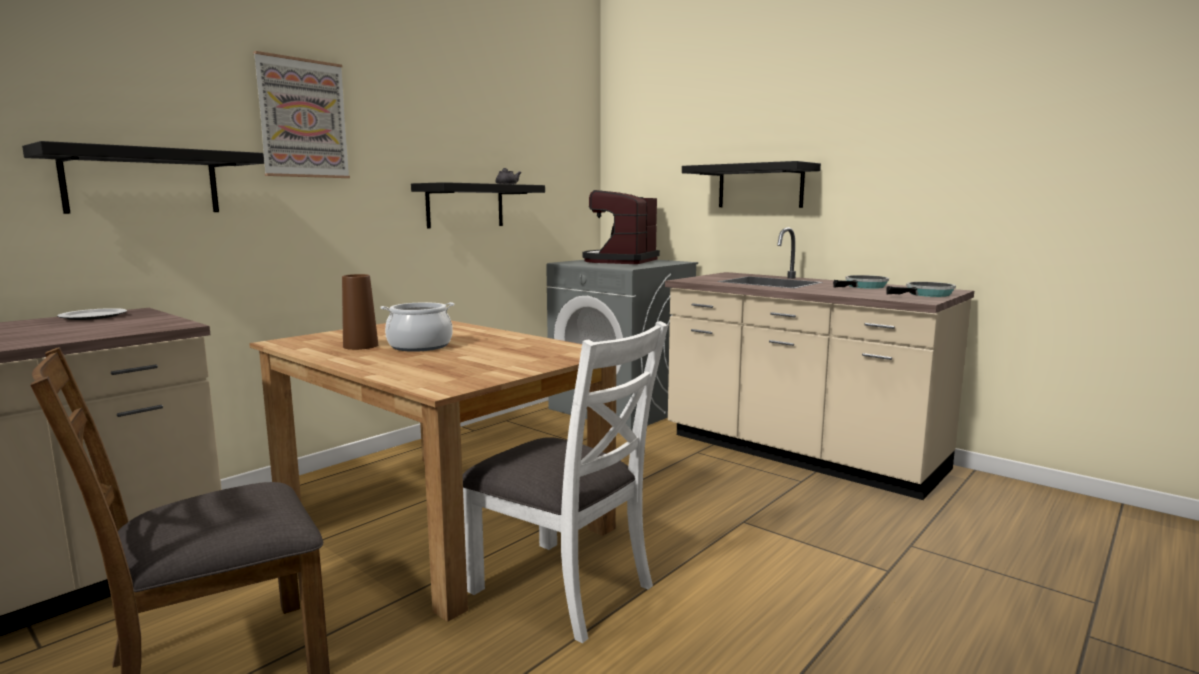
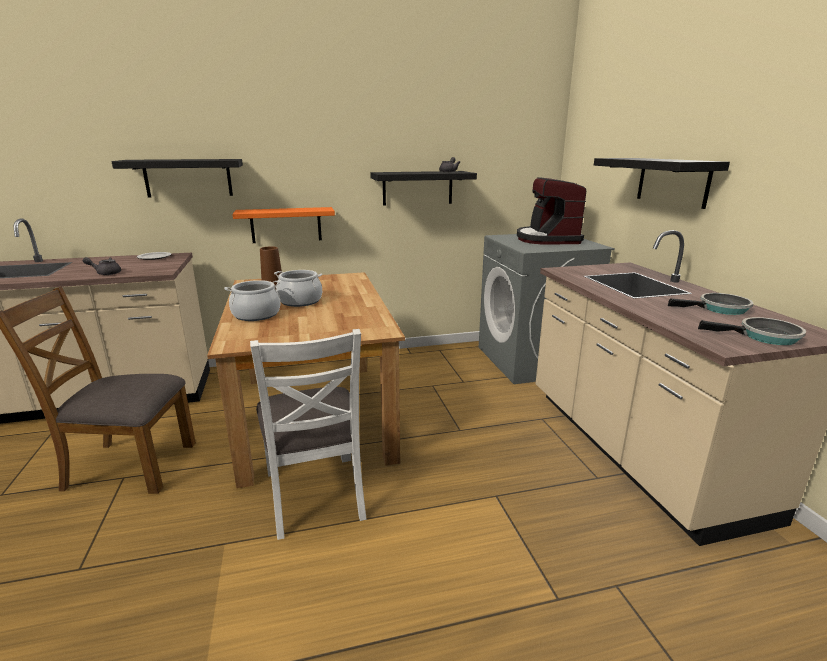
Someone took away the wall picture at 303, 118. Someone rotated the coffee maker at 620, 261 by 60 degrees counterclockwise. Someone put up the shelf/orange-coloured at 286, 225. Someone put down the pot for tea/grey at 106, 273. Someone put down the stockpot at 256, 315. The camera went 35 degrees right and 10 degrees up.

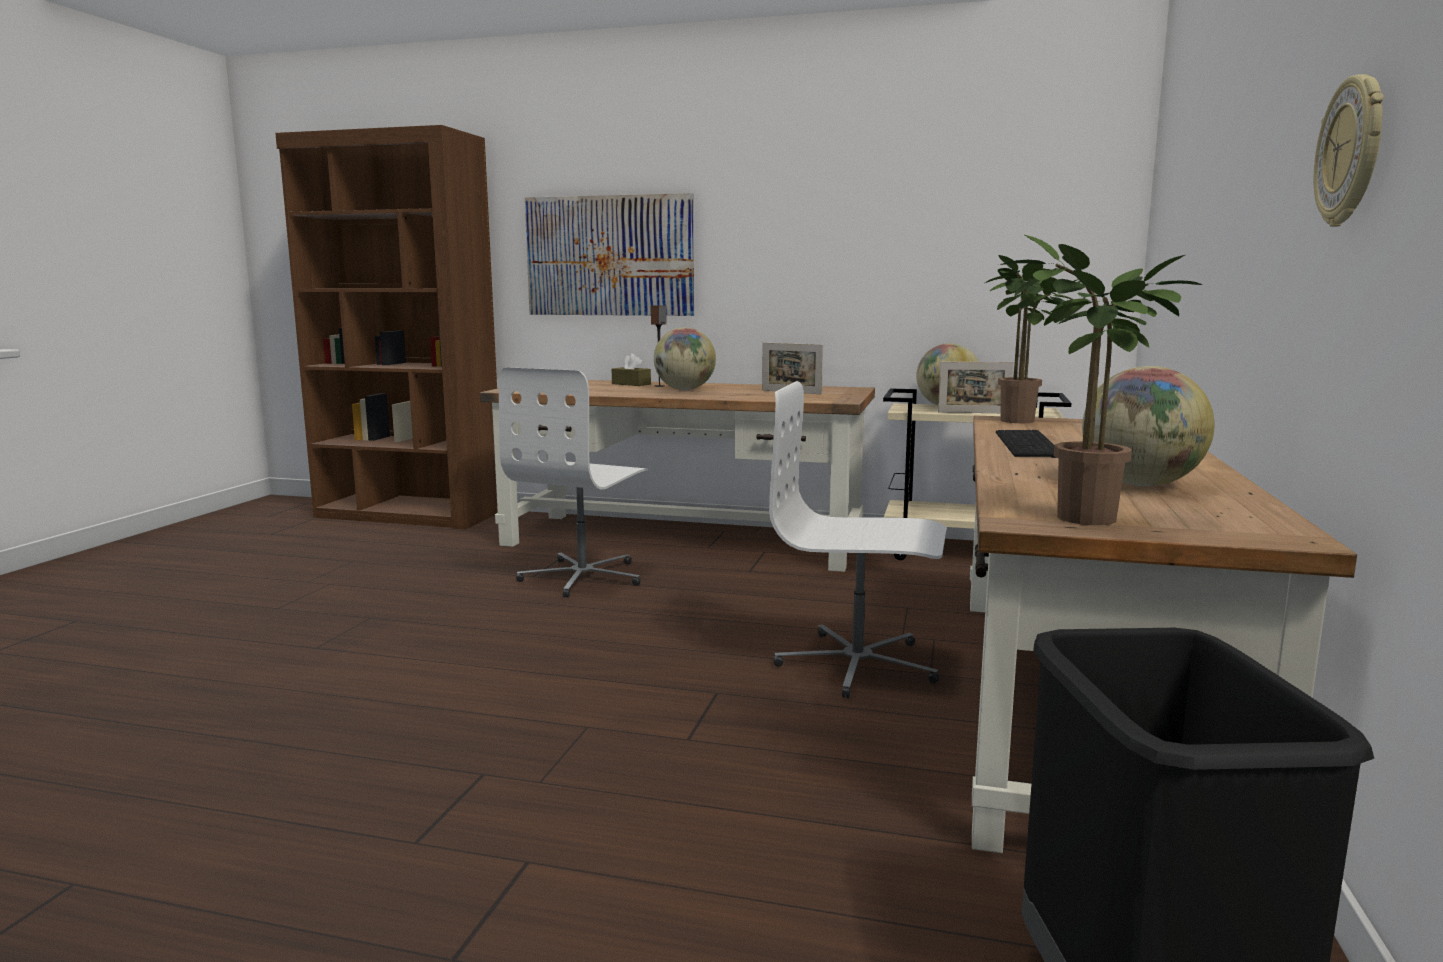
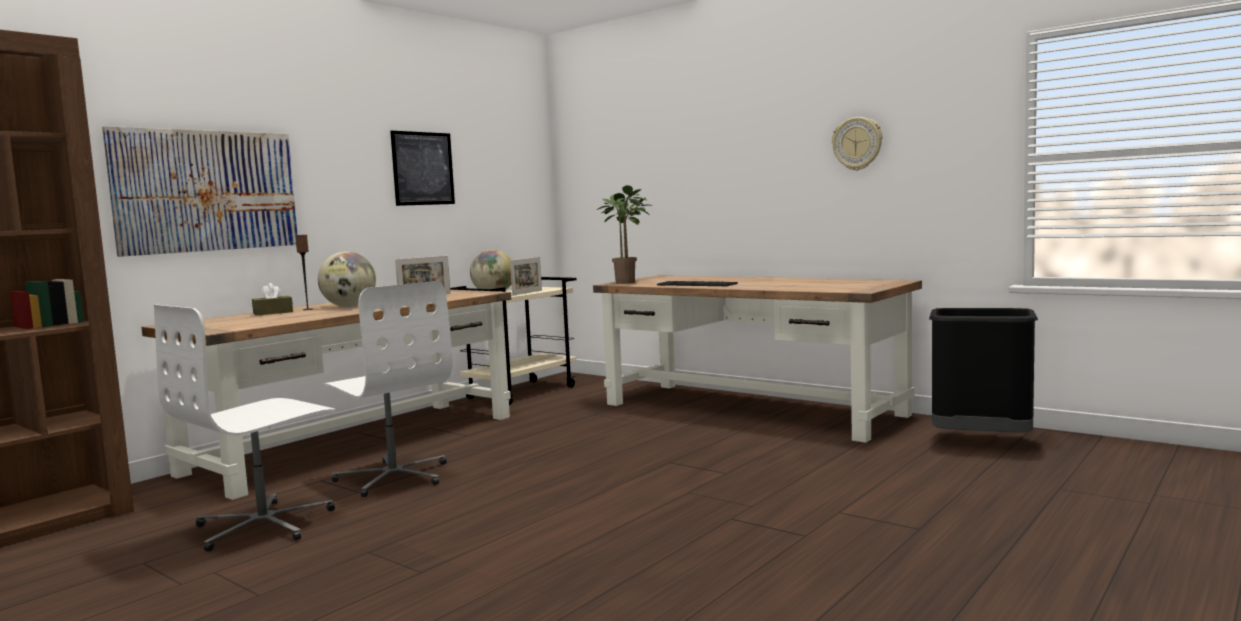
Someone took away the plant in a pot at 1080, 520. Someone took away the globe at 1140, 485. Someone carried the computer chair/whitish from 857, 665 to 264, 525. Someone put up the wall picture at 423, 168. The camera went 65 degrees left and 5 degrees down.

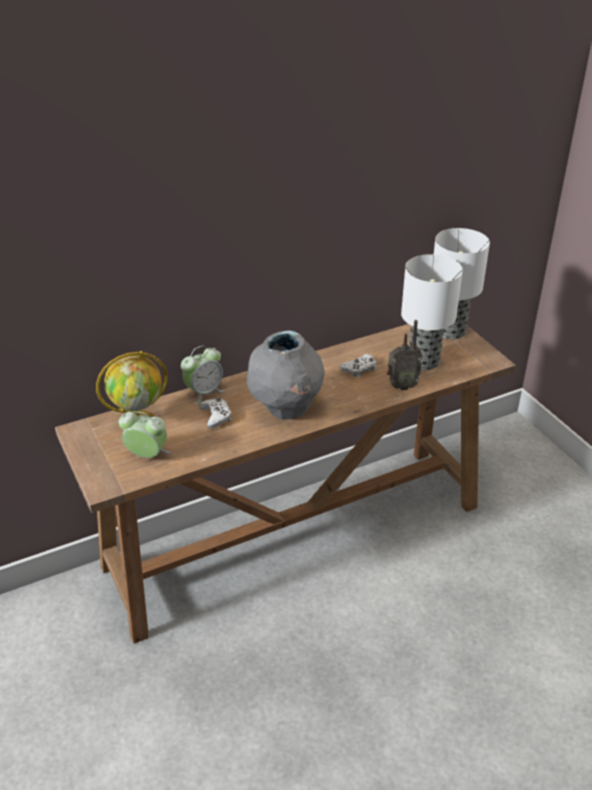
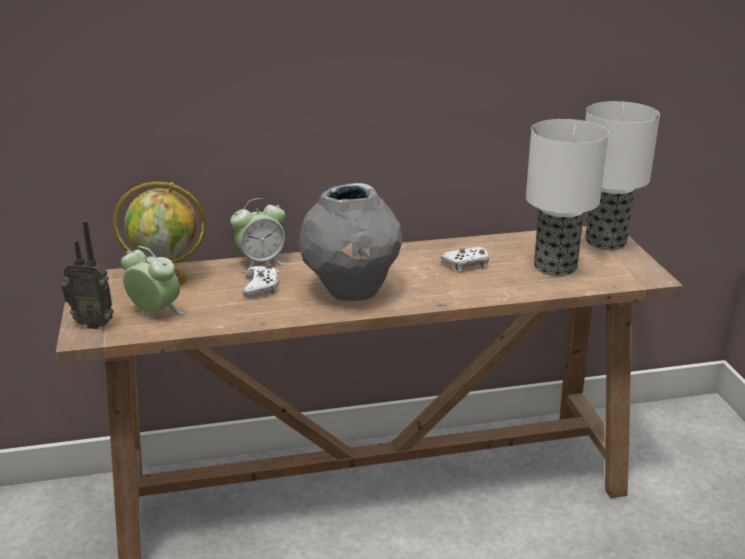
Someone carried the radio receiver from 401, 386 to 94, 323. The camera went 15 degrees right and 10 degrees down.

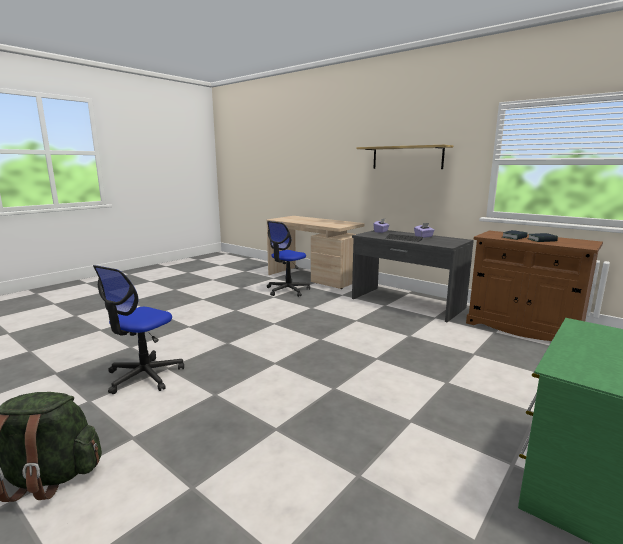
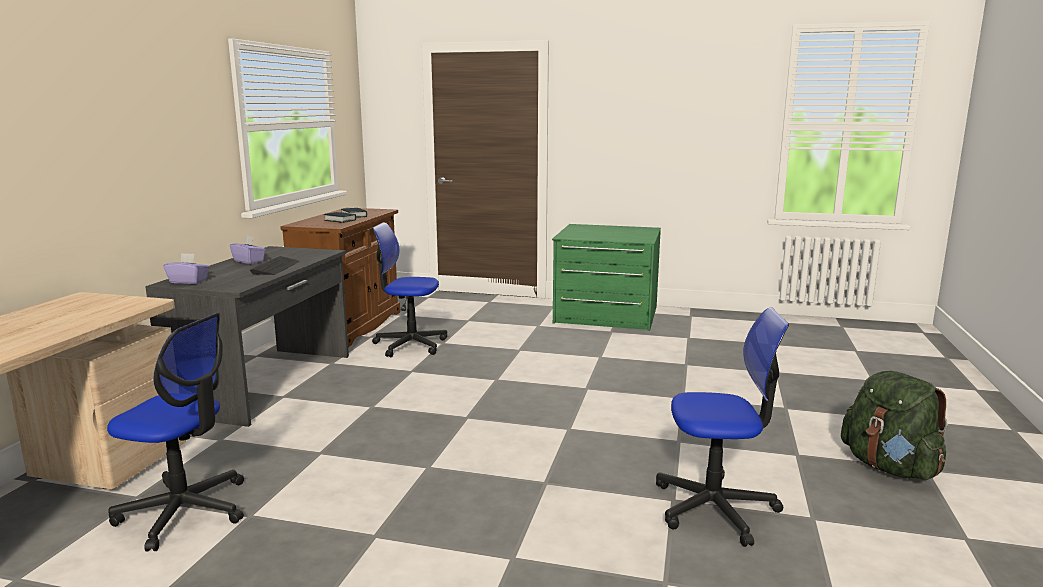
Someone took away the shelf at 407, 157. Someone put down the computer chair at 410, 345. The camera went 115 degrees left and 0 degrees up.

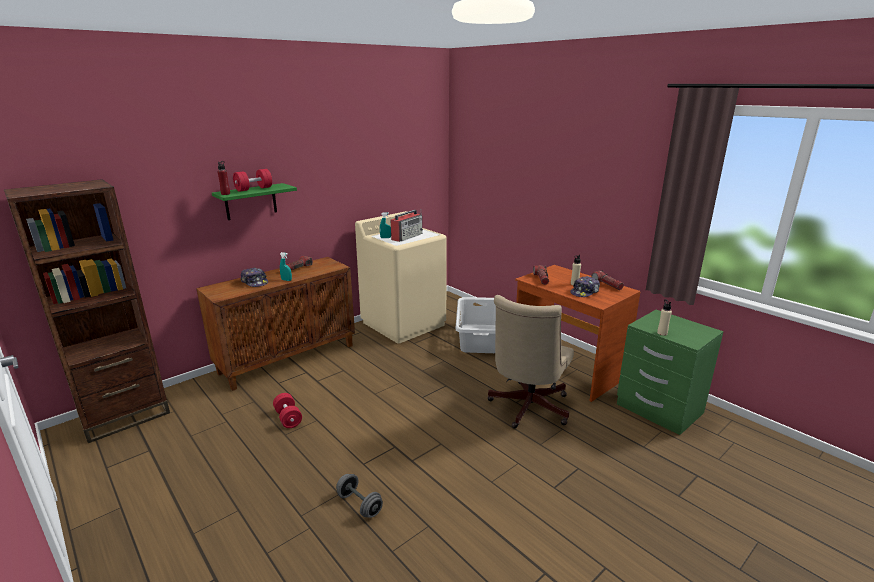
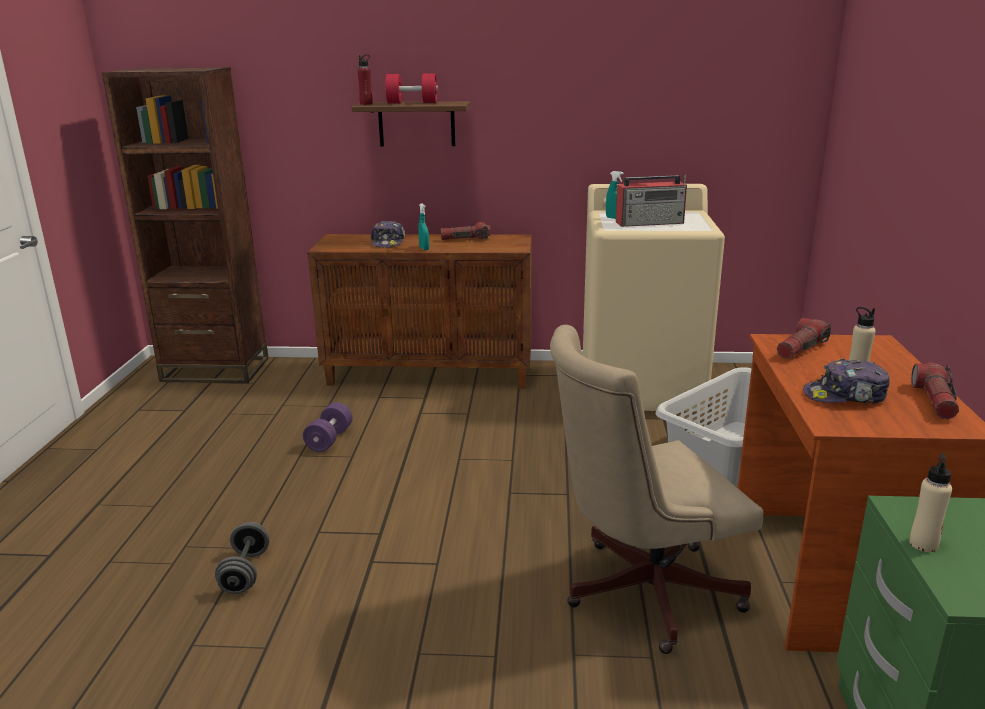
Someone repainted the shelf/greenish at 250, 201, which became the shelf/brown-coloured at 416, 124. Someone repainted the dumbbell/red-coloured at 288, 418, which became the dumbbell/purple-coloured at 329, 439. The camera went 45 degrees right and 0 degrees up.

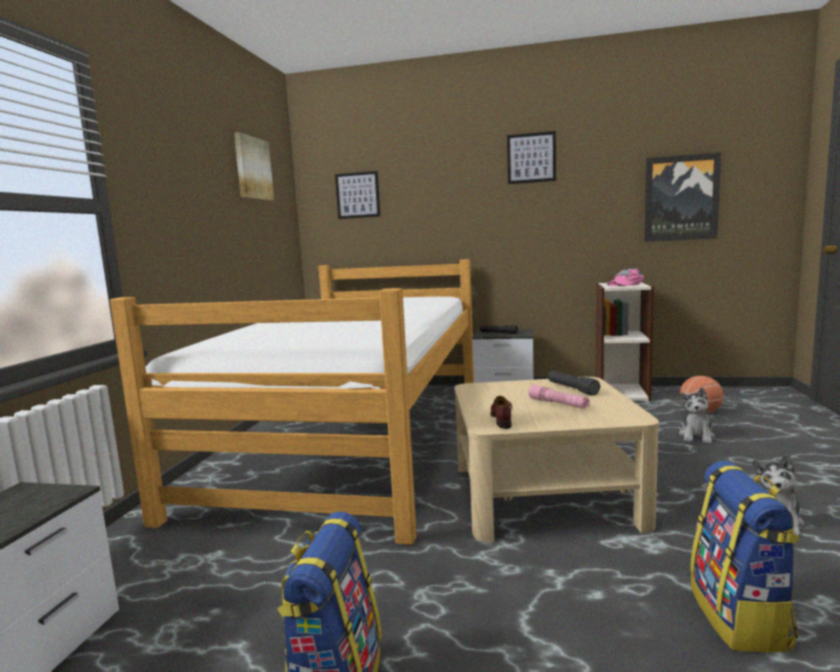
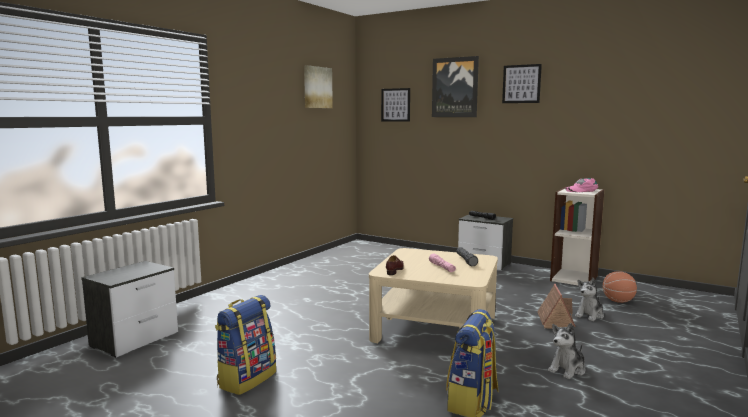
Someone carried the wall picture from 681, 198 to 455, 87. Someone took away the bedroom bed at 358, 436. Someone put down the model house at 555, 321. The camera went 20 degrees right and 0 degrees up.

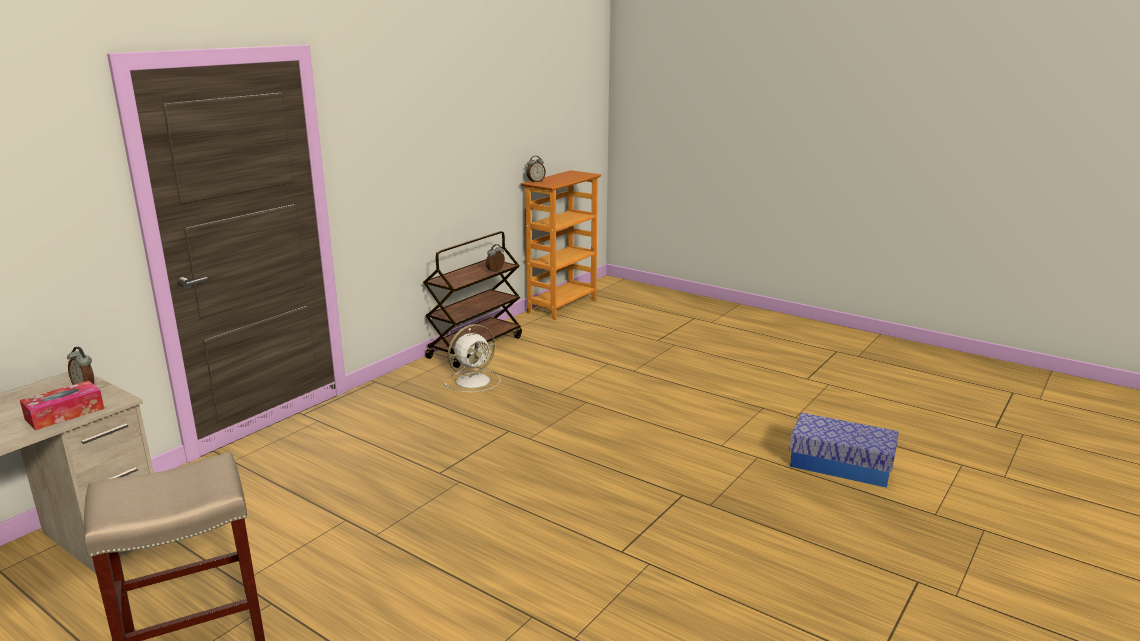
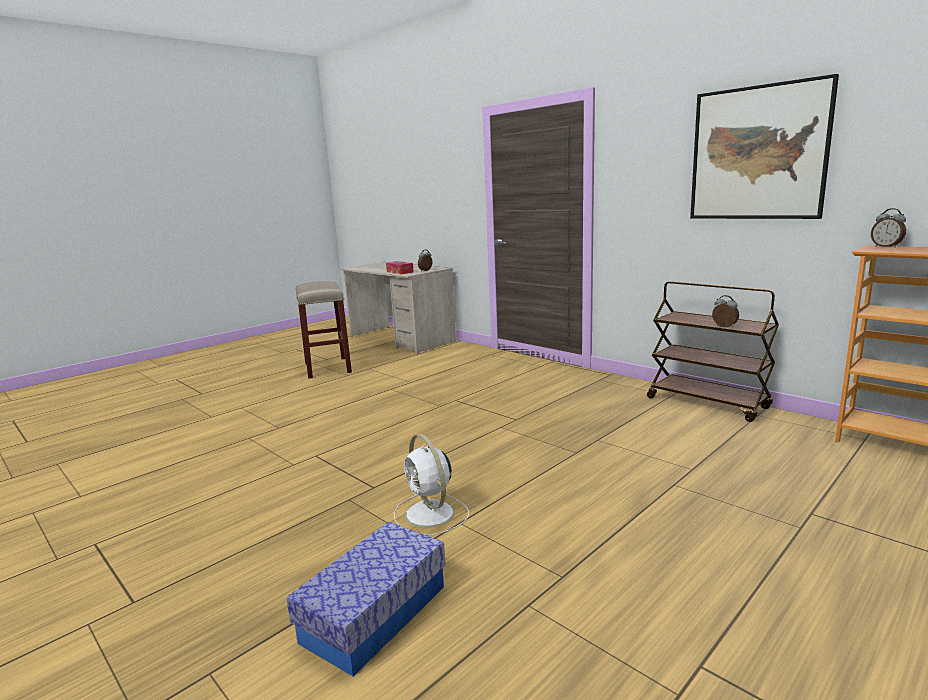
Someone carried the fan/whitish from 474, 381 to 430, 515. Someone put up the wall picture at 758, 153. The camera went 100 degrees right and 5 degrees down.

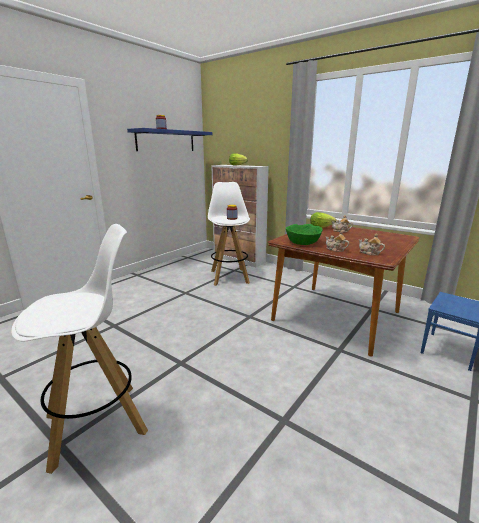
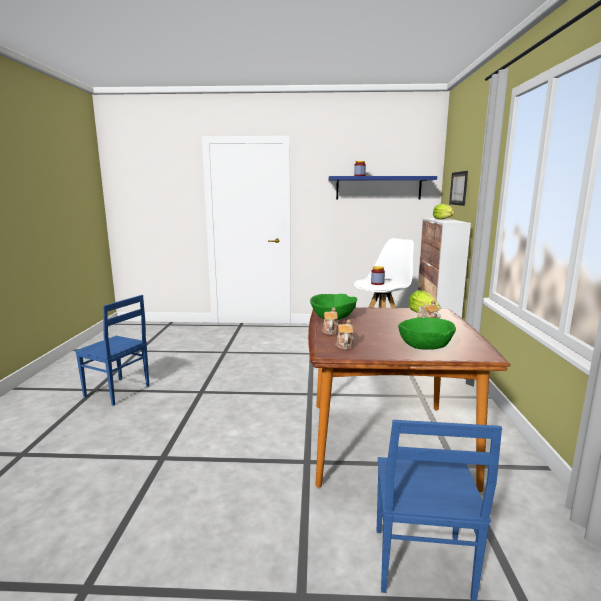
Someone swapped the stool/whitish at 98, 423 for the upright chair/bluish at 117, 392. Someone put up the wall picture at 459, 188. Someone put down the serving bowl/greenish at 424, 346. The camera went 55 degrees right and 5 degrees down.

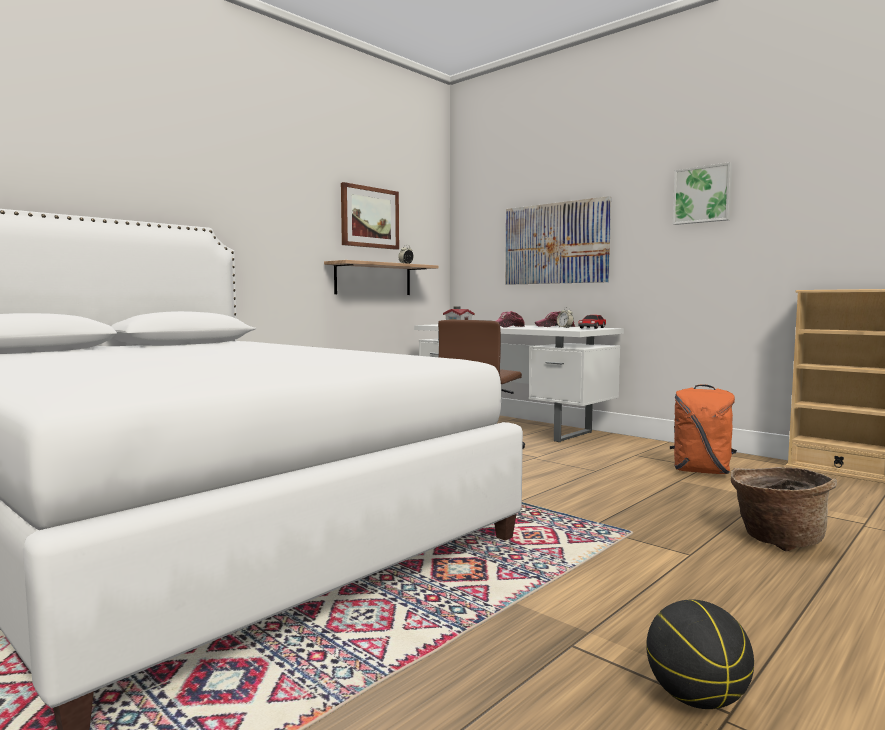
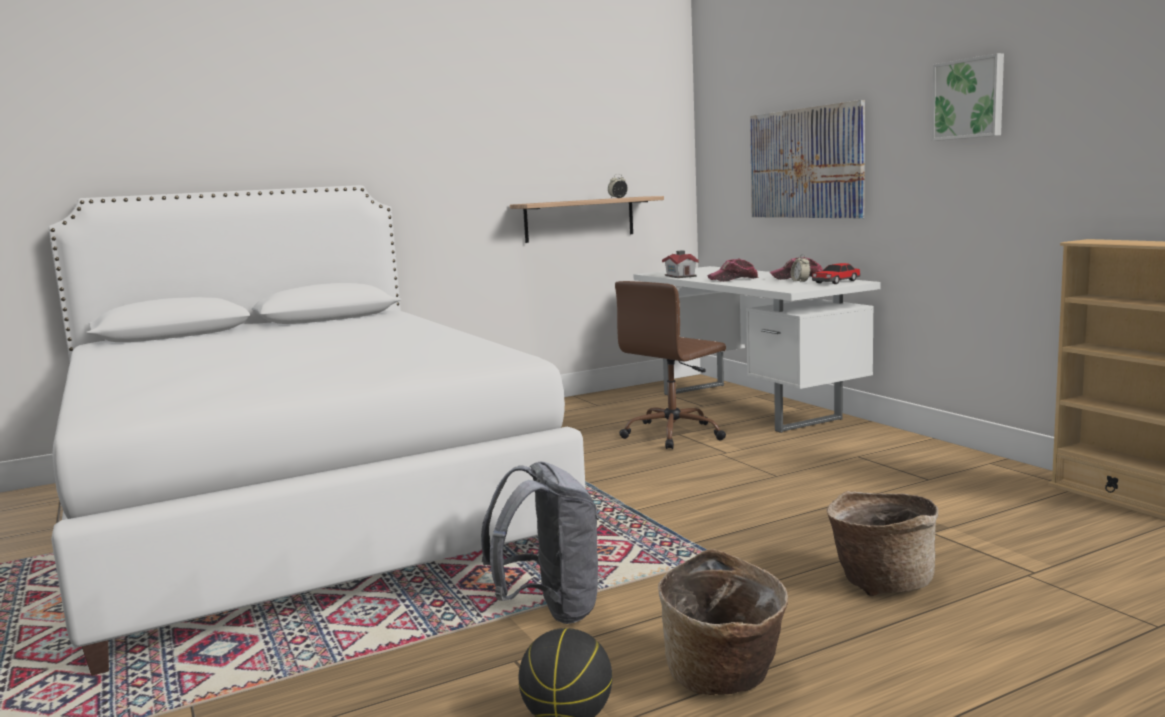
Someone took away the wall picture at 369, 217. Someone took away the knapsack/orange-coloured at 701, 471. Someone put down the knapsack/grey at 549, 610. Someone put down the basket at 724, 678. The camera went 20 degrees right and 5 degrees up.

